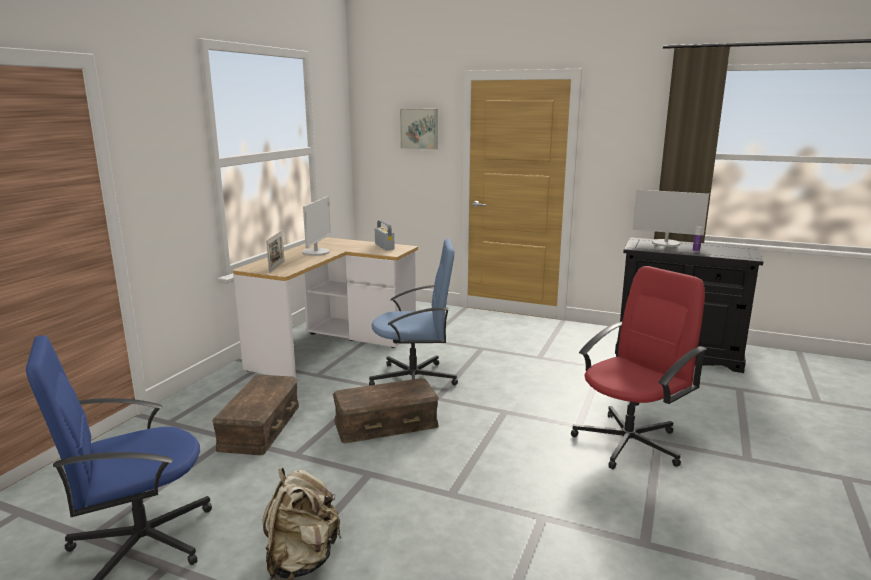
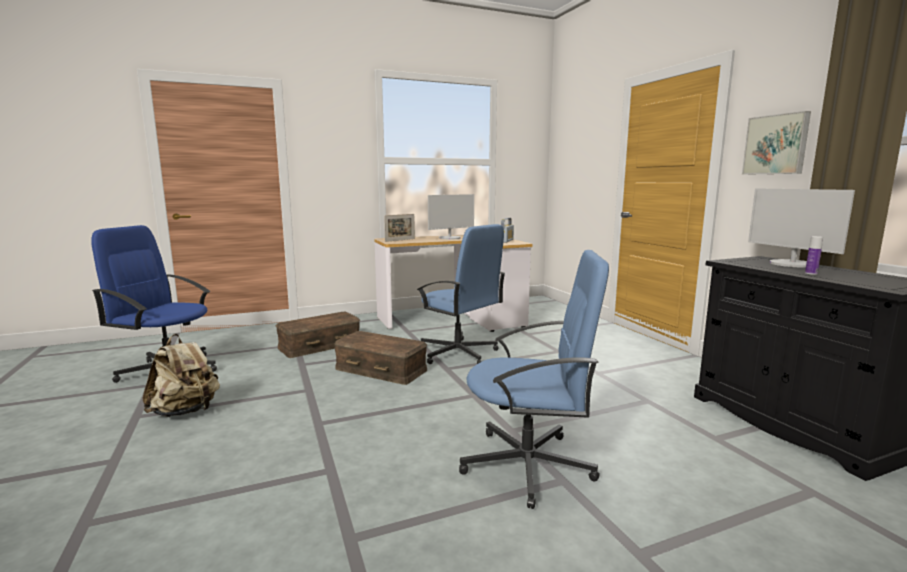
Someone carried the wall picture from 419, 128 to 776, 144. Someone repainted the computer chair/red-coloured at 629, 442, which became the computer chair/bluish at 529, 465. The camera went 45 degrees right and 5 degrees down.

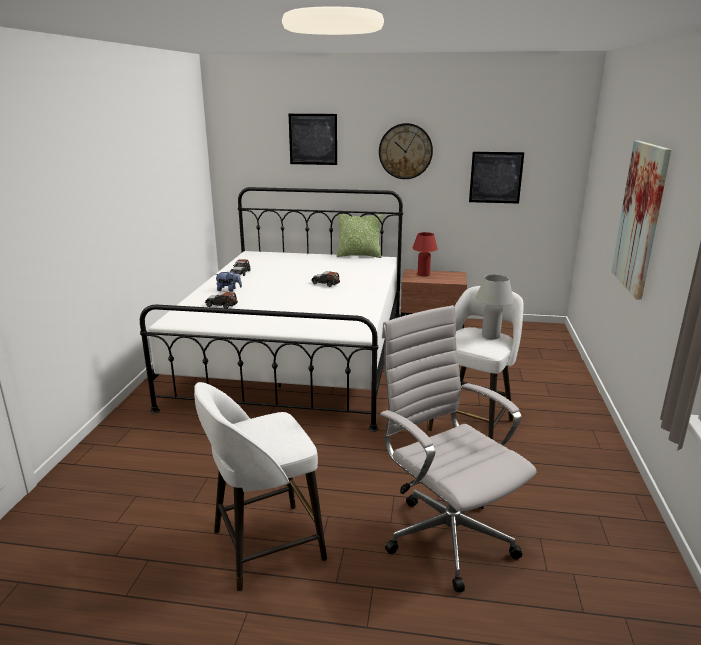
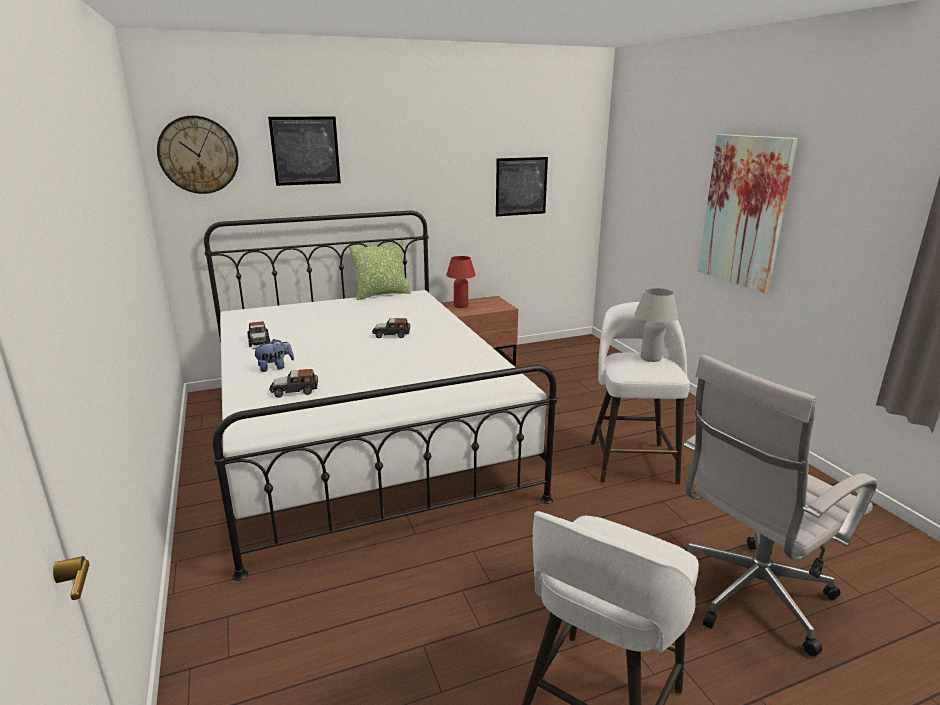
Someone carried the clock on the wall from 405, 151 to 198, 155. Someone rotated the computer chair/whitish at 445, 535 by 60 degrees counterclockwise. The camera went 30 degrees left and 0 degrees up.

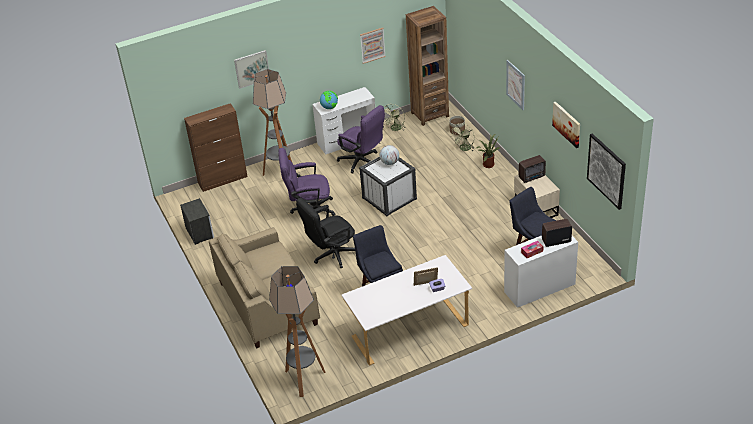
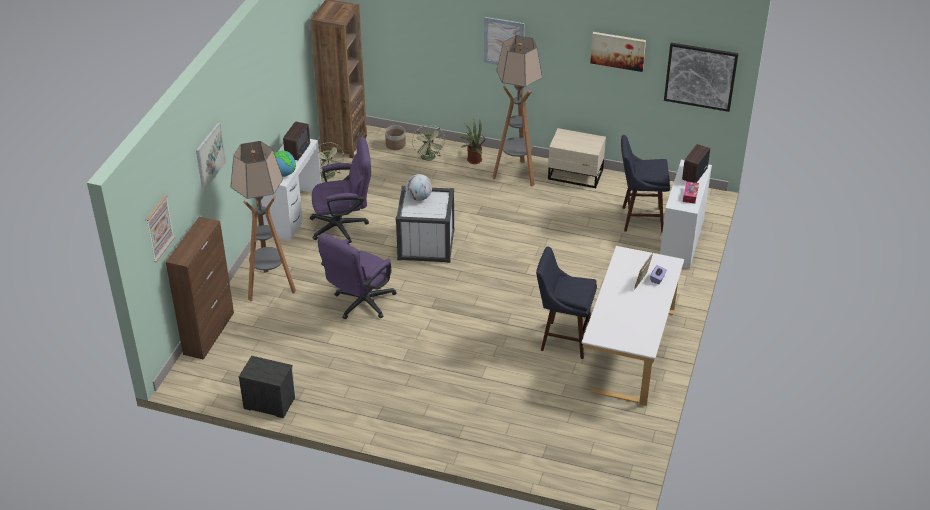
Someone carried the wall picture from 372, 45 to 159, 228. Someone carried the radio receiver from 532, 177 to 298, 151. Someone took away the computer chair/black at 331, 255. Someone took away the settee/beige-coloured at 268, 303. Someone carried the standard lamp from 304, 379 to 516, 175. The camera went 50 degrees left and 0 degrees up.

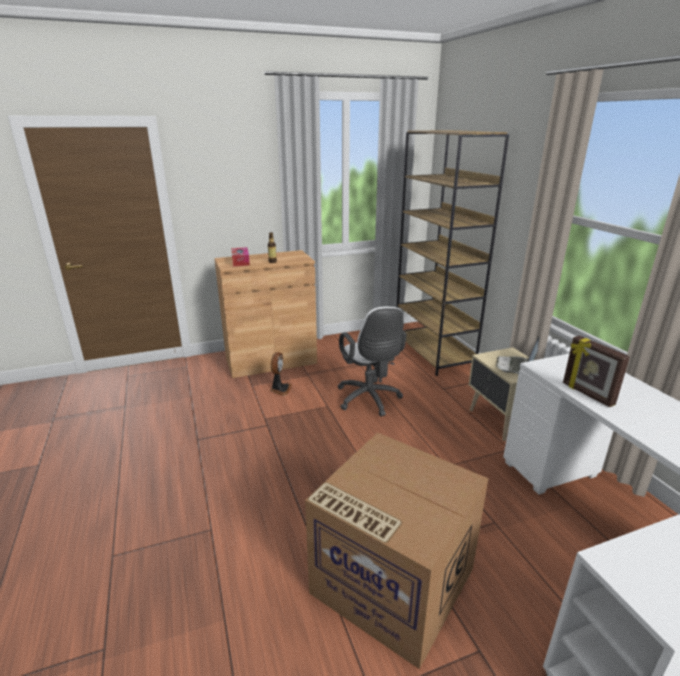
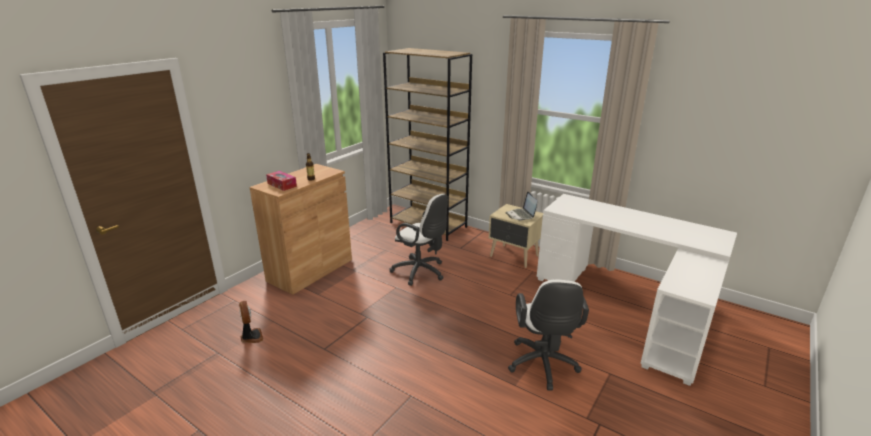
Someone took away the picture frame at 587, 394. Someone carried the fan from 280, 389 to 251, 337. Someone swapped the cardboard box at 390, 581 for the computer chair/whitish at 543, 366. The camera went 35 degrees left and 0 degrees up.

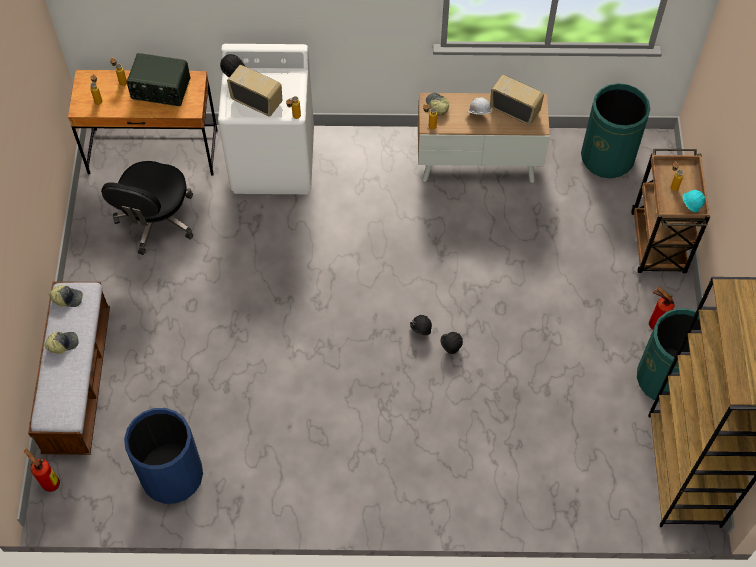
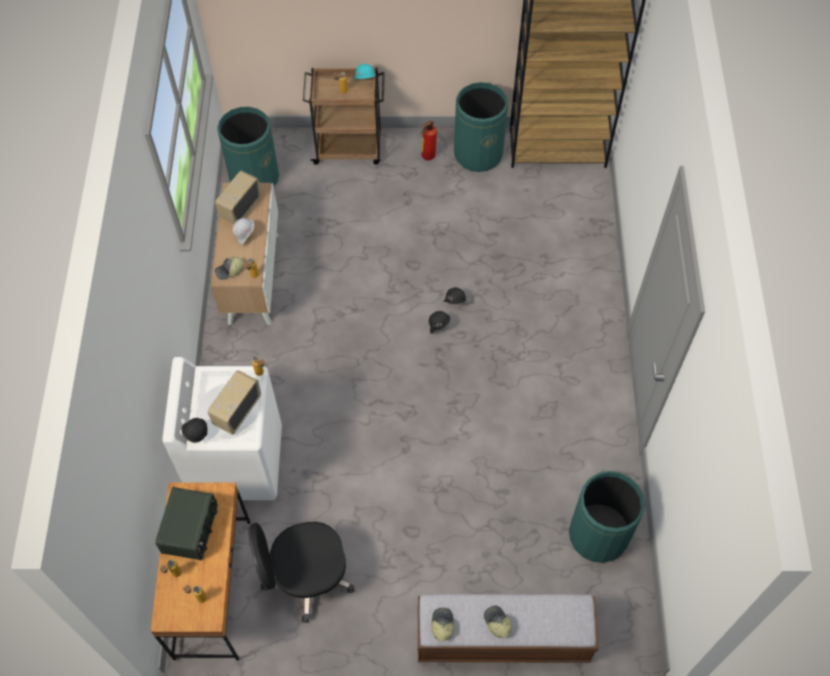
Someone rotated the computer chair/black at 156, 221 by 150 degrees clockwise. Someone repainted the trash can/bluish at 172, 475, which became the trash can/greenish at 598, 535. Someone took away the extinguisher at 49, 482. The camera went 90 degrees left and 0 degrees up.

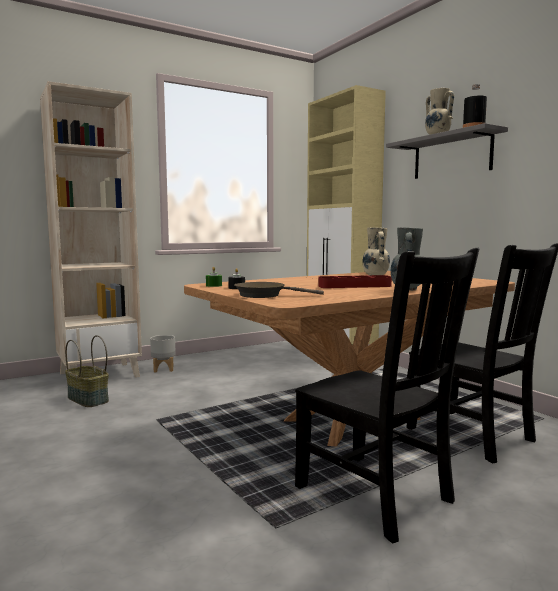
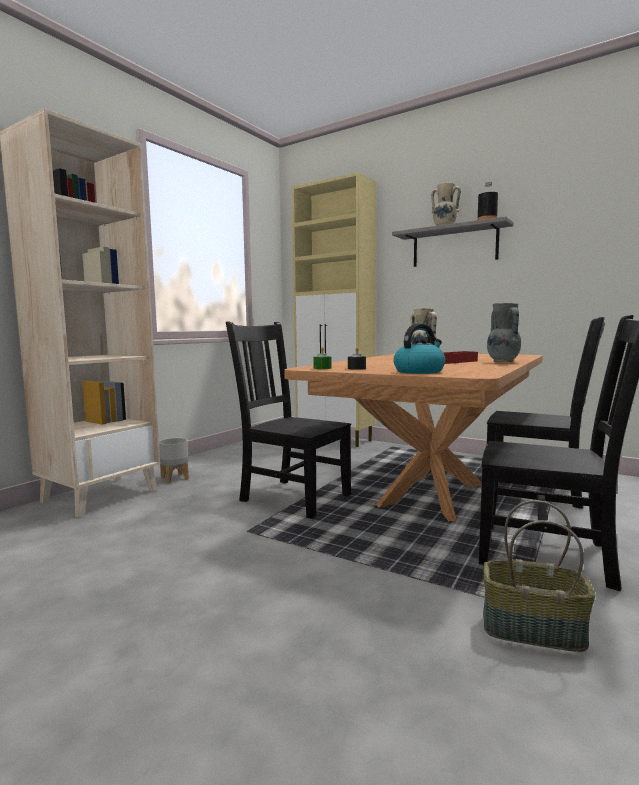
Someone swapped the skillet/brown-coloured at 264, 295 for the tea kettle at 419, 371. Someone carried the basket from 87, 399 to 532, 631. Someone put down the upright chair/black at 292, 497. The camera went 25 degrees left and 0 degrees up.

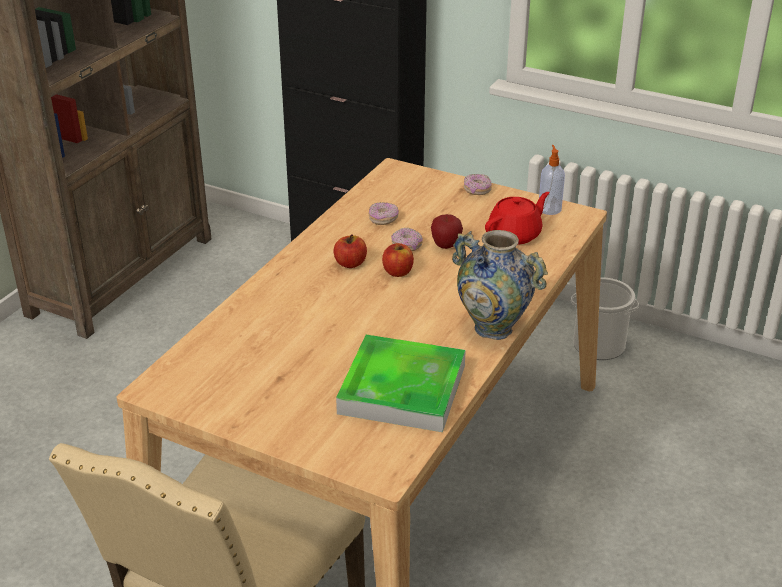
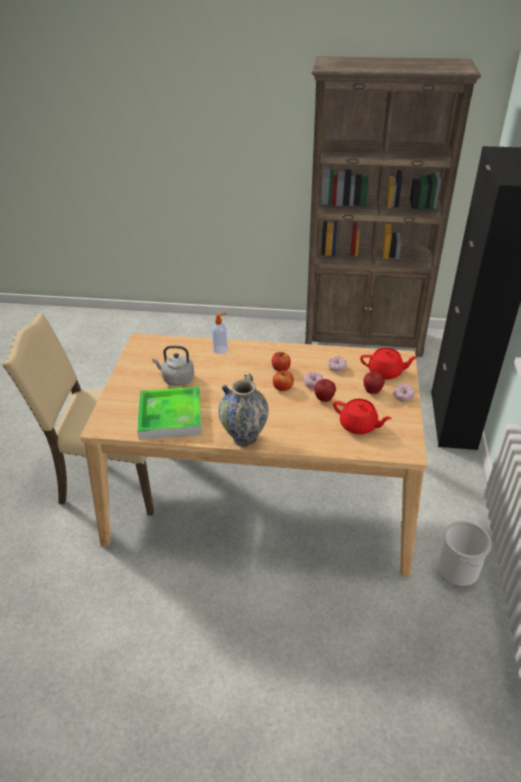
Someone carried the soap bottle from 549, 208 to 221, 349. Someone put down the tea kettle/grey at 176, 379. Someone put down the pot for tea/red-coloured at 385, 372. Someone put down the apple at 372, 391. The camera went 70 degrees right and 5 degrees up.

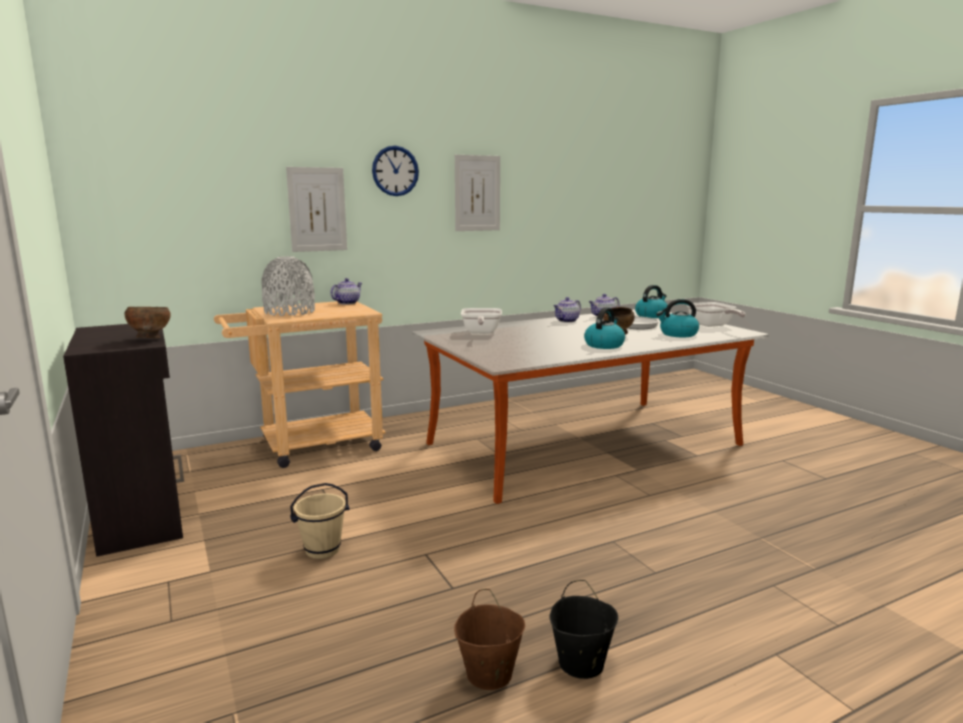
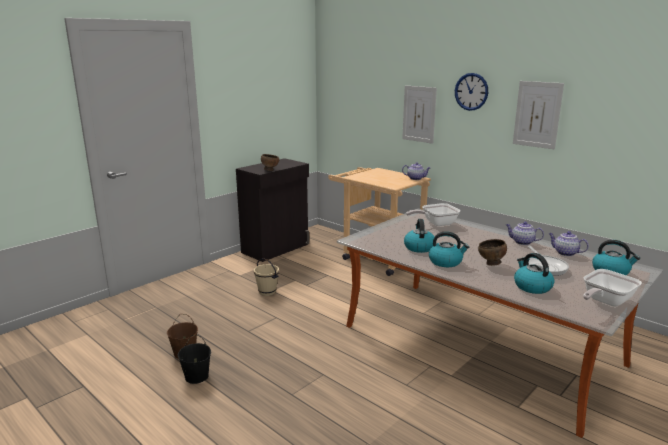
Someone took away the decorative vase/grey at 289, 312. Someone put down the tea kettle at 419, 247. The camera went 70 degrees right and 5 degrees up.

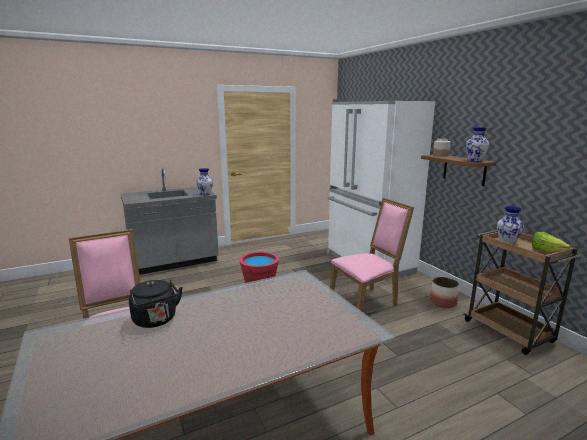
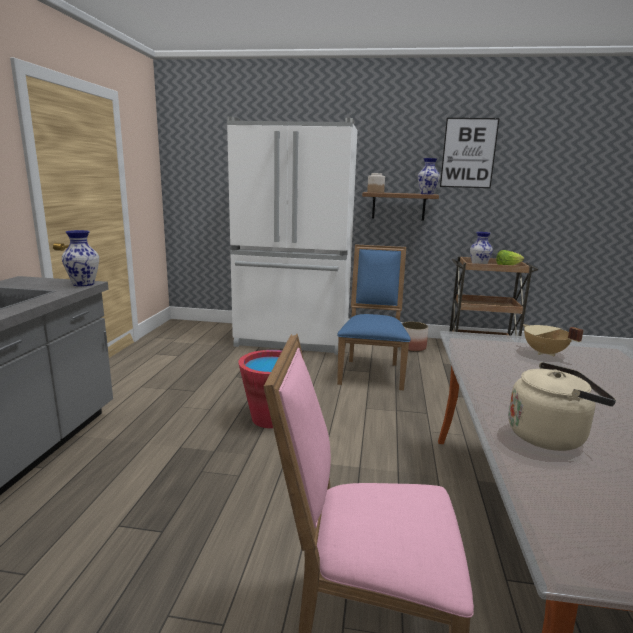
Someone repainted the upright chair/pink at 367, 301, which became the upright chair/bluish at 371, 372. Someone repainted the tea kettle/black at 156, 321, which became the tea kettle/beige-coloured at 550, 436. Someone put up the wall picture at 468, 153. Someone put down the stockpot/beige-coloured at 544, 353. The camera went 55 degrees left and 0 degrees up.

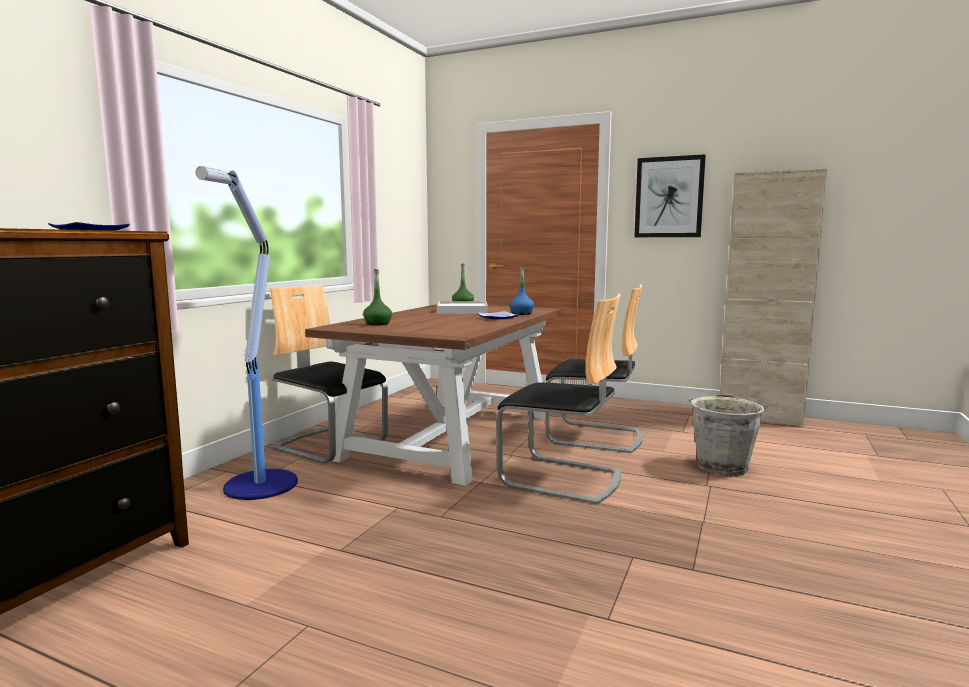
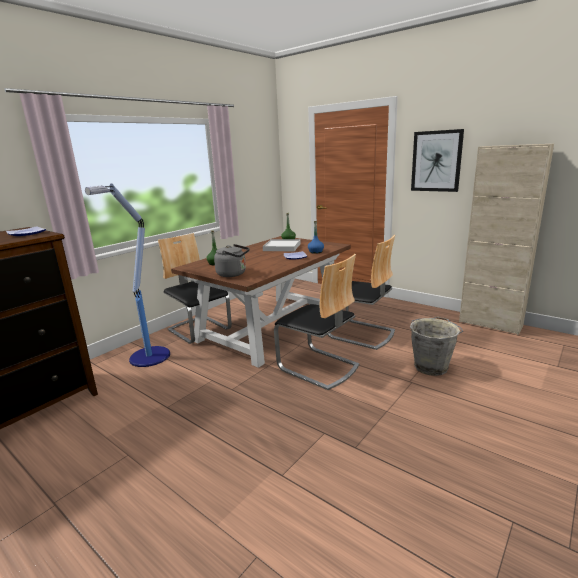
Someone put down the tea kettle/grey at 233, 274. The camera went 15 degrees right and 10 degrees up.

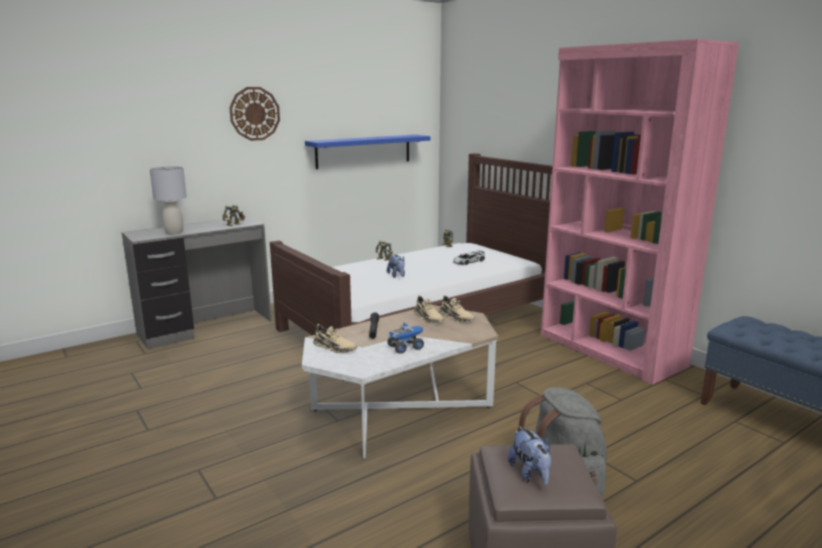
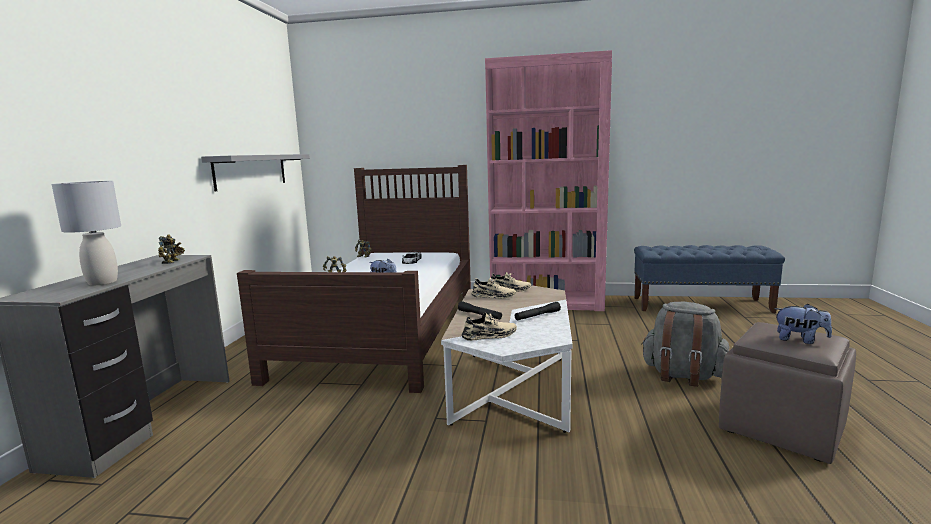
Someone took away the clock on the wall at 254, 113. Someone repainted the shelf/bluish at 364, 151, which became the shelf/grey at 251, 171. Someone swapped the toy lorry at 406, 347 for the flashlight/black at 537, 316. The camera went 45 degrees left and 5 degrees down.

